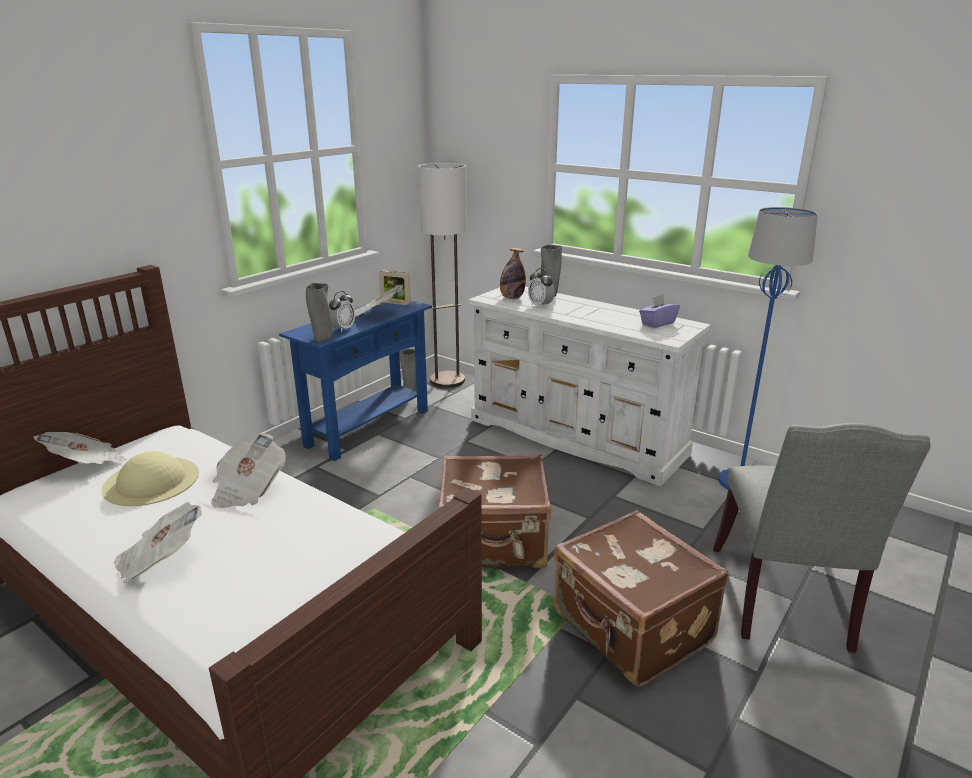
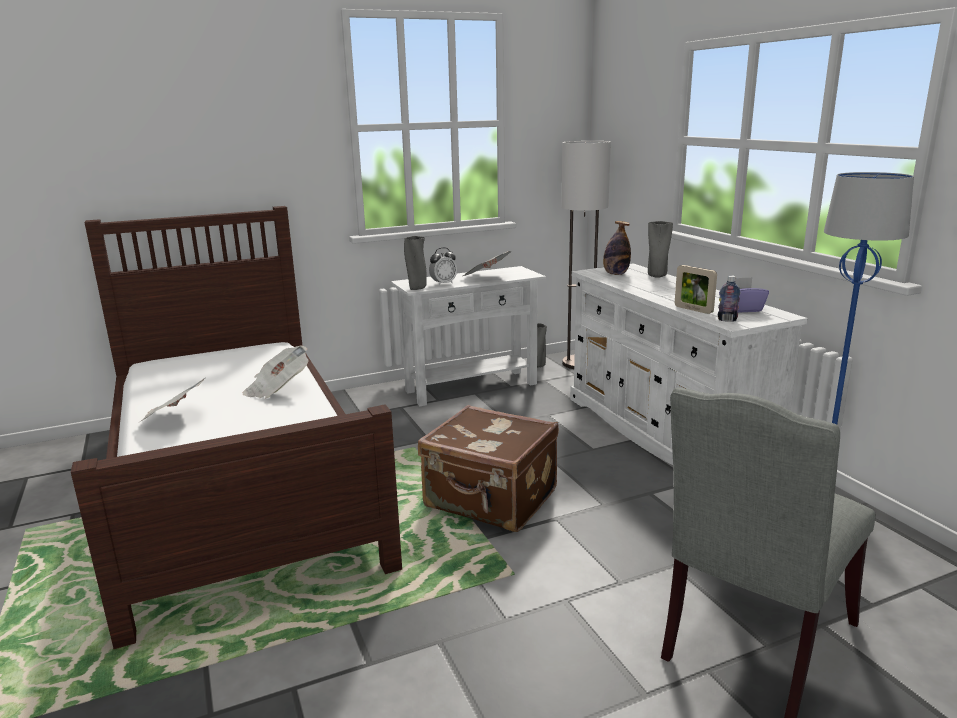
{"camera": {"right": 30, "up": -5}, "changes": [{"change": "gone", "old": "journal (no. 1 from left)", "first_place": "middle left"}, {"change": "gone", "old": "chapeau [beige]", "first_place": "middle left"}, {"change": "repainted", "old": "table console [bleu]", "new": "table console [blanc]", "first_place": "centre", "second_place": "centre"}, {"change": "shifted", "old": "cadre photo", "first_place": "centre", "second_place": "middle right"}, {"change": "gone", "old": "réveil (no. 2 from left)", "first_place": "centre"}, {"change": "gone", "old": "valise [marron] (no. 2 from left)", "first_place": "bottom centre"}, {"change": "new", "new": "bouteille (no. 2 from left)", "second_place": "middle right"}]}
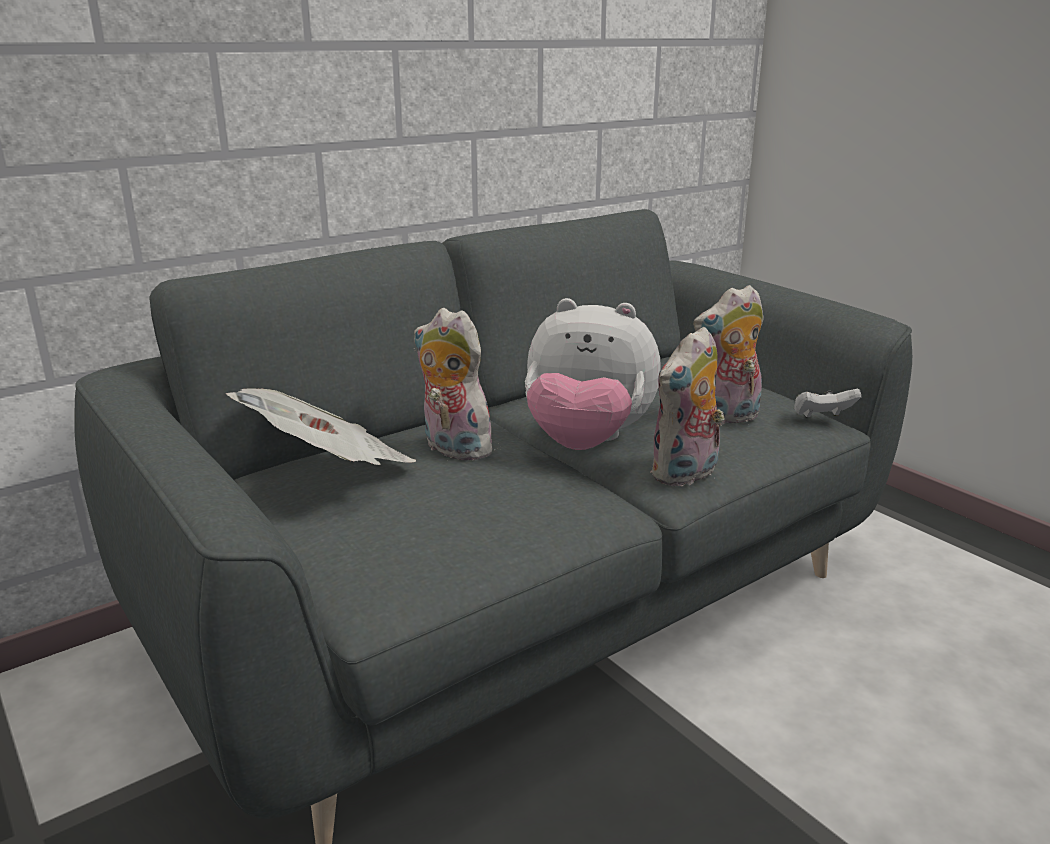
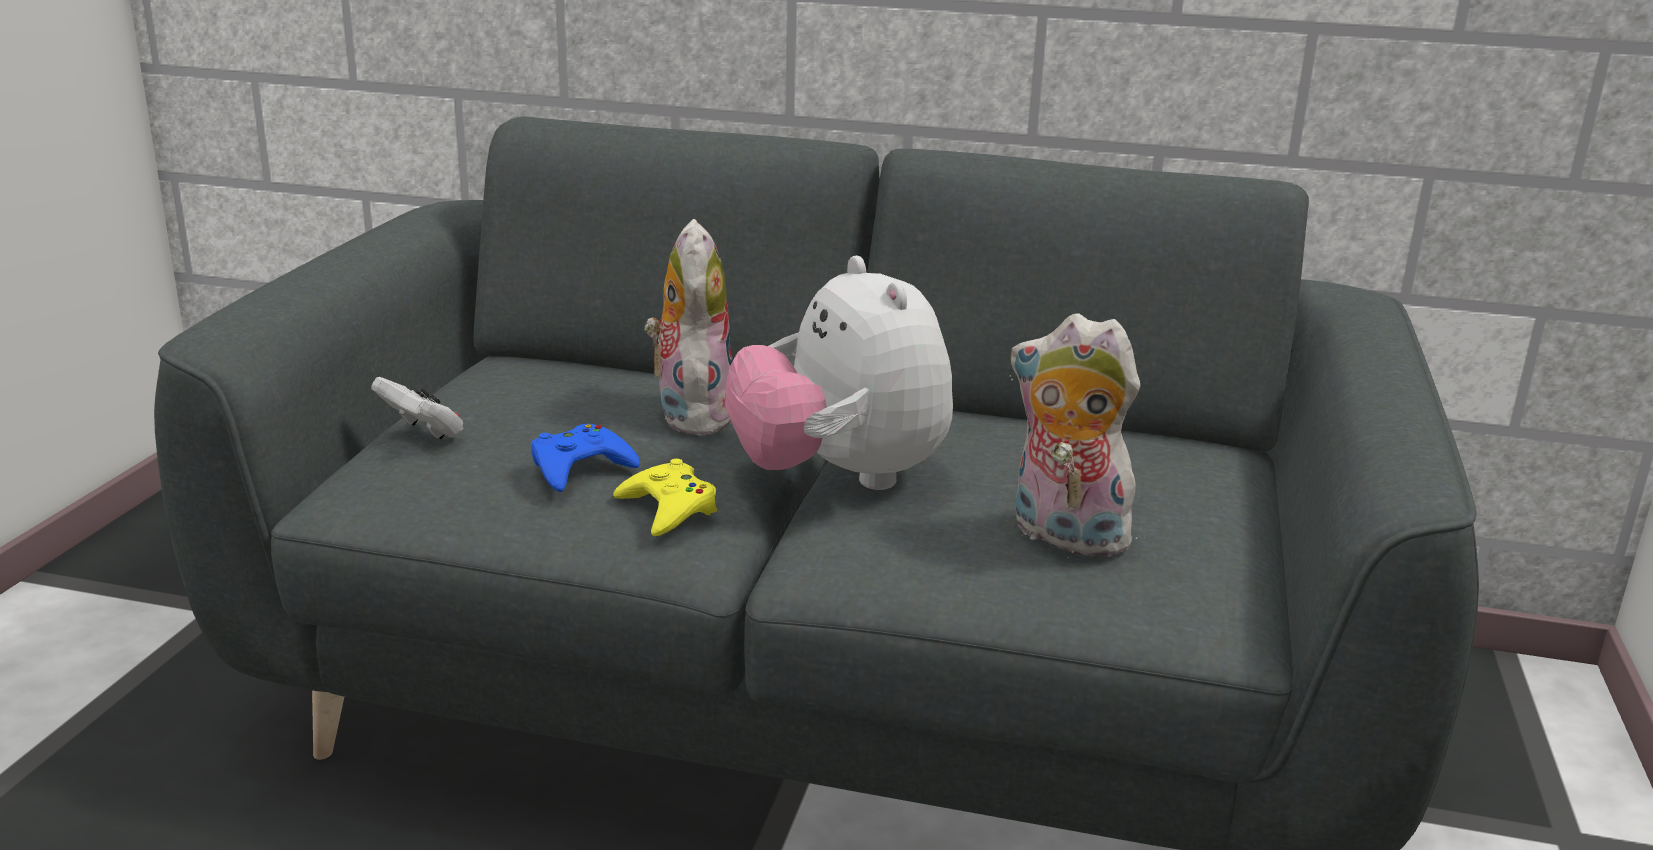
{"camera": {"right": 50, "up": 0}, "changes": [{"change": "gone", "old": "journal", "first_place": "middle left"}, {"change": "gone", "old": "peluche (no. 3 from left)", "first_place": "centre"}, {"change": "shifted", "old": "manette [blanc]", "first_place": "middle right", "second_place": "middle left"}, {"change": "new", "new": "manette [bleu]", "second_place": "centre"}, {"change": "new", "new": "manette [jaune]", "second_place": "centre"}]}
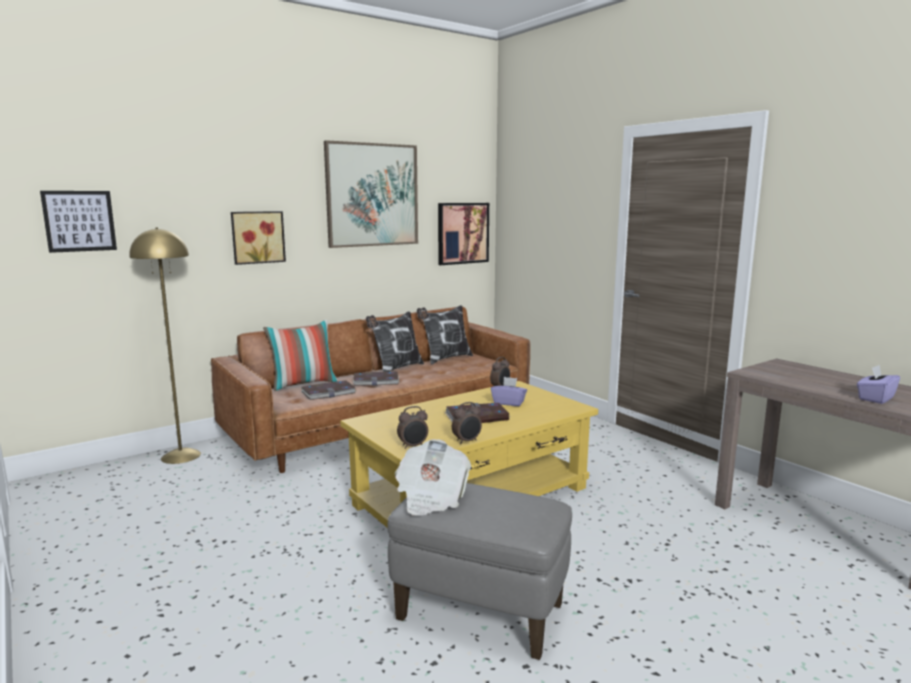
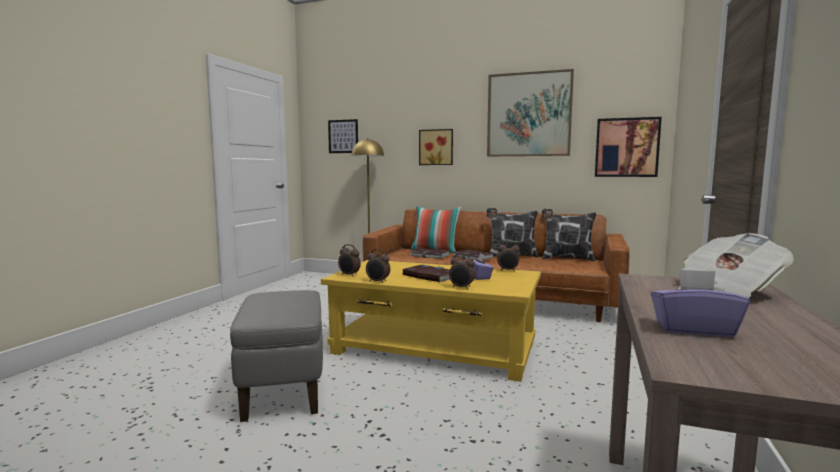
{"camera": {"right": 55, "up": -5}, "changes": [{"change": "shifted", "old": "journal", "first_place": "bottom centre", "second_place": "middle right"}, {"change": "new", "new": "réveil (no. 3 from left)", "second_place": "centre"}]}
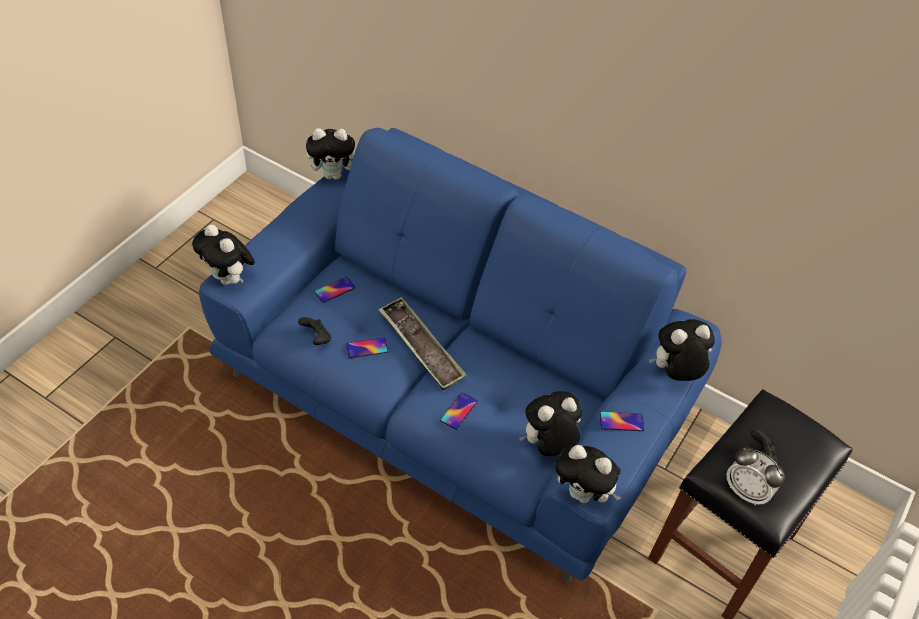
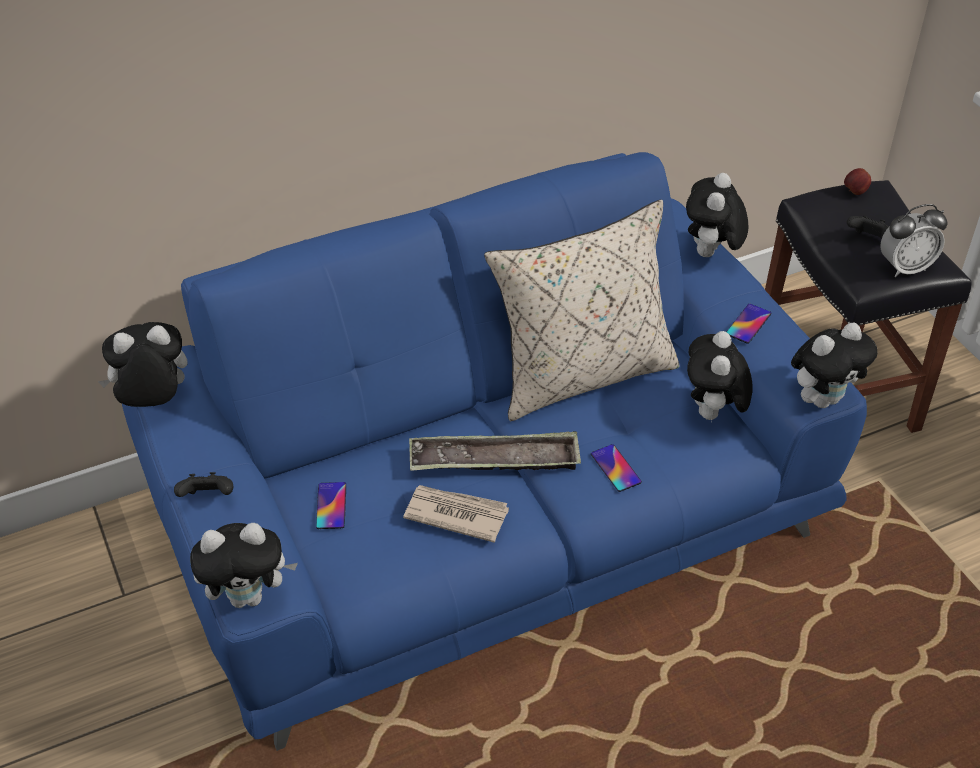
{"camera": {"right": -55, "up": -5}, "changes": [{"change": "shifted", "old": "manette [noir] (no. 1 from left)", "first_place": "centre", "second_place": "middle left"}, {"change": "rotated", "old": "peluche (no. 2 from left in the first image)", "first_place": "top centre", "second_place": "middle left", "degrees": -135}, {"change": "swapped", "old": "téléphone (no. 2 from left)", "new": "journal", "first_place": "centre", "second_place": "bottom centre"}, {"change": "new", "new": "coussin [beige]", "second_place": "centre"}, {"change": "new", "new": "pomme", "second_place": "top right"}]}
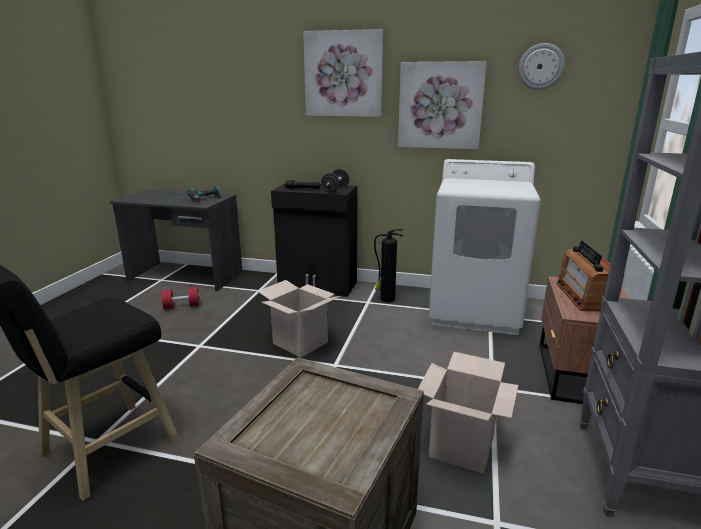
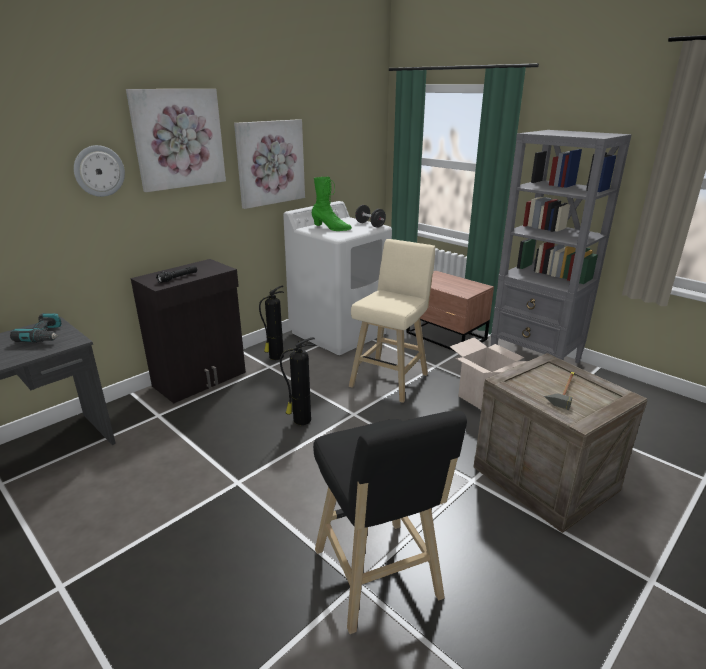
{"camera": {"right": -60, "up": 5}, "changes": [{"change": "gone", "old": "haltère [rouge]", "first_place": "middle left"}, {"change": "swapped", "old": "carton (no. 1 from left)", "new": "extincteur (no. 2 from left)", "first_place": "centre", "second_place": "centre"}, {"change": "shifted", "old": "haltère [noir]", "first_place": "centre", "second_place": "top centre"}, {"change": "shifted", "old": "horloge murale", "first_place": "top right", "second_place": "top left"}, {"change": "gone", "old": "radio", "first_place": "middle right"}, {"change": "new", "new": "botte [vert]", "second_place": "top centre"}, {"change": "new", "new": "tabouret [beige]", "second_place": "centre"}, {"change": "new", "new": "marteau", "second_place": "middle right"}]}
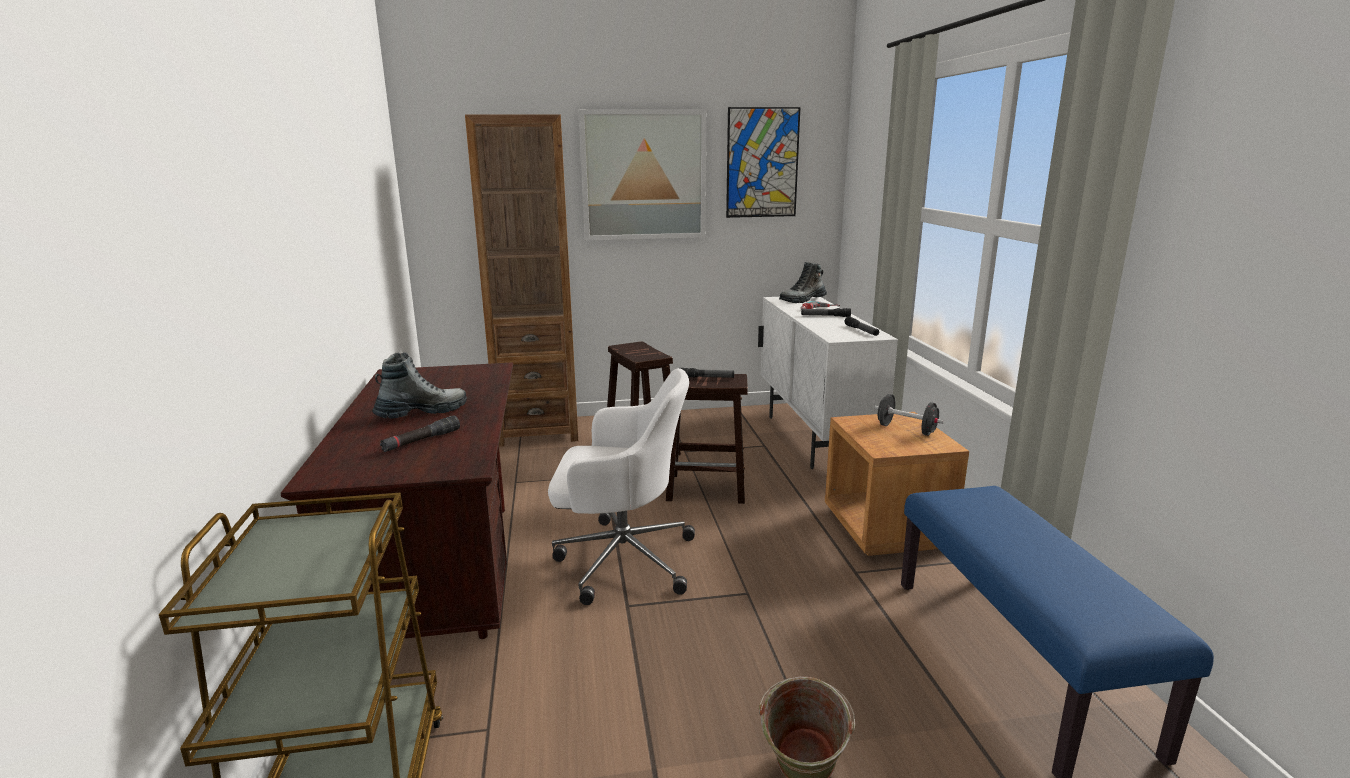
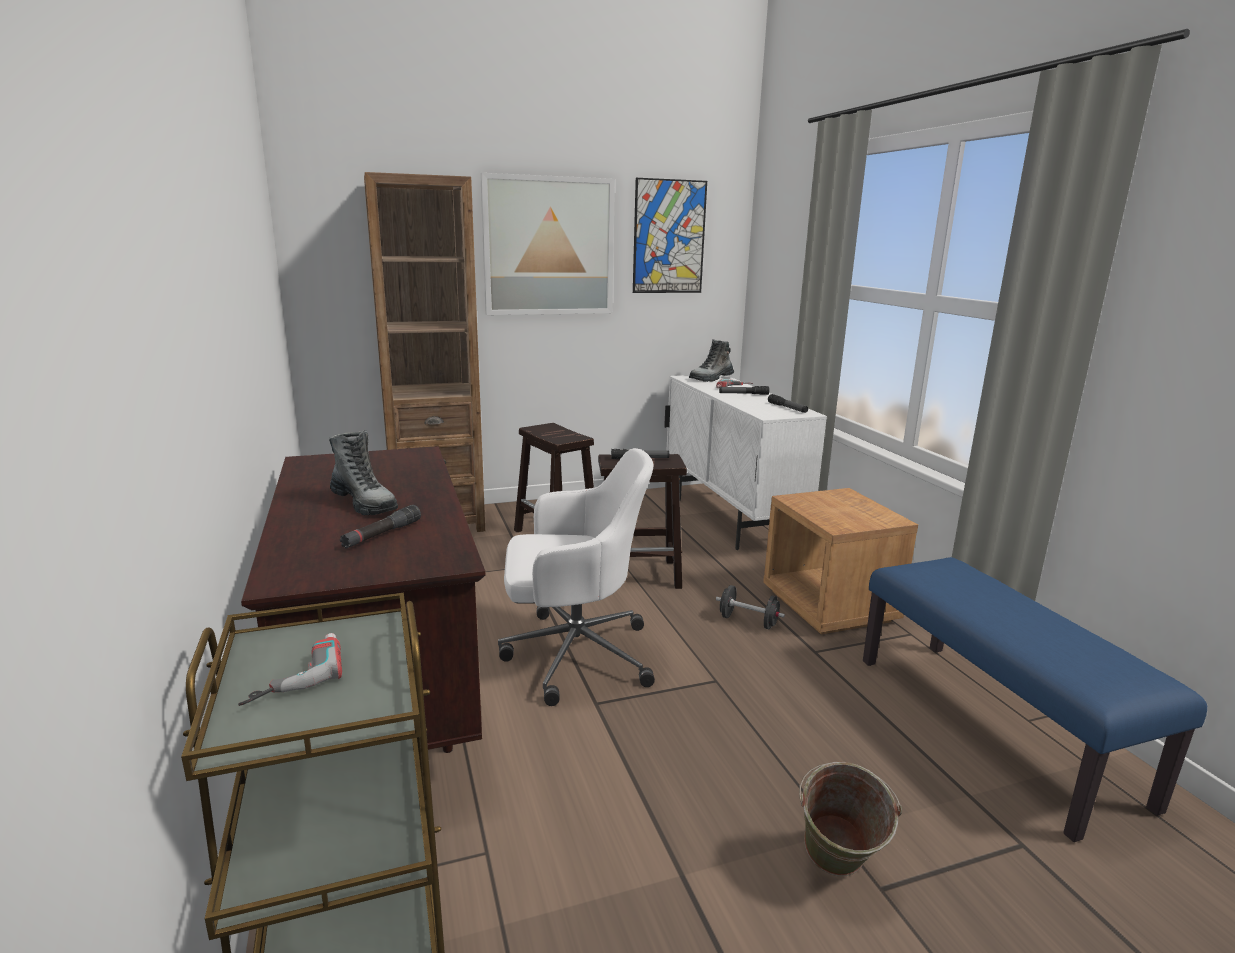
{"camera": {"right": -10, "up": 0}, "changes": [{"change": "rotated", "old": "botte (no. 1 from left)", "first_place": "middle left", "second_place": "middle left", "degrees": 90}, {"change": "shifted", "old": "haltère [noir]", "first_place": "middle right", "second_place": "centre"}, {"change": "new", "new": "perceuse (no. 1 from left)", "second_place": "bottom left"}]}
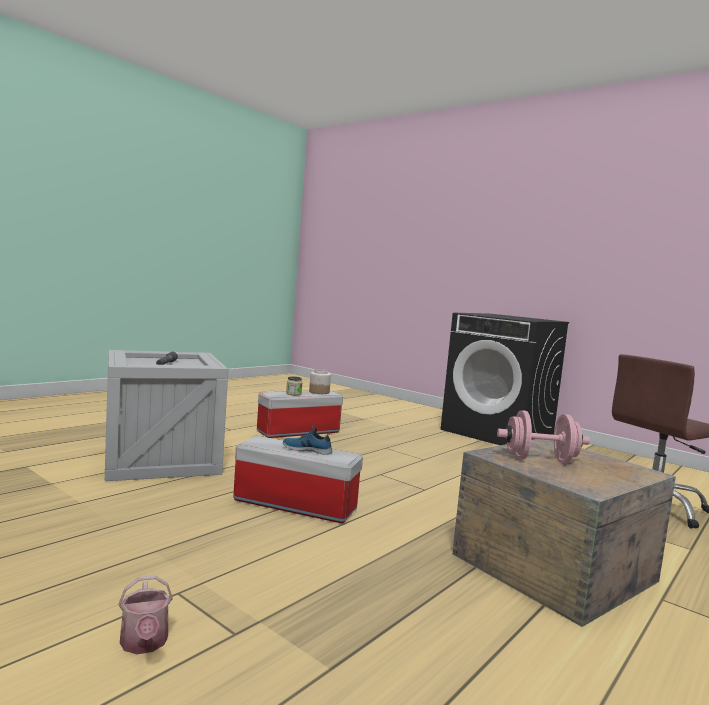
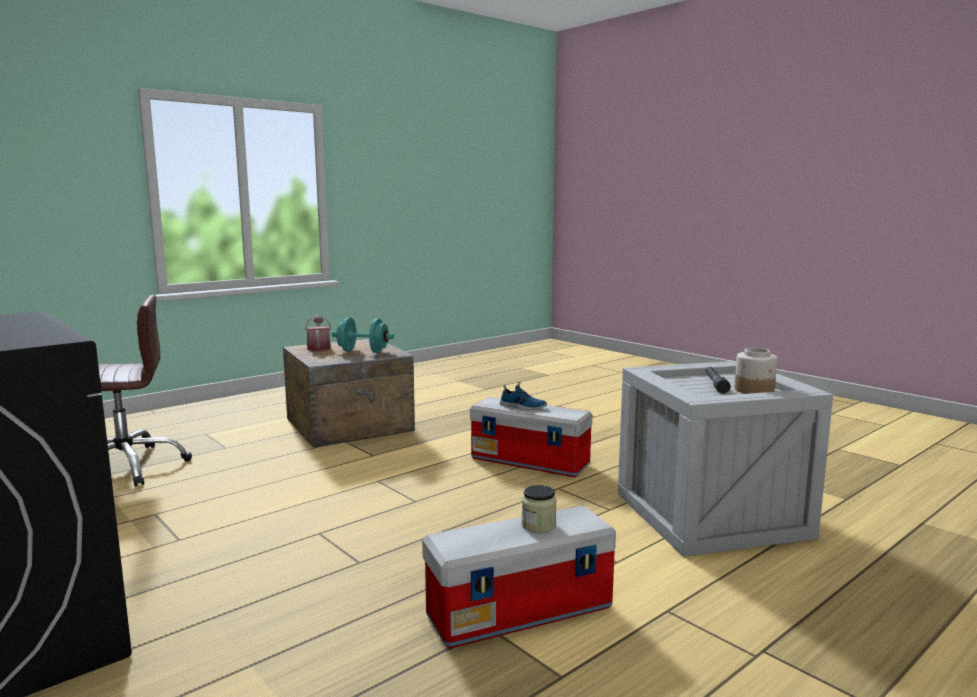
{"camera": {"right": -170, "up": 5}, "changes": [{"change": "shifted", "old": "arrosoir", "first_place": "bottom left", "second_place": "middle left"}, {"change": "shifted", "old": "bocal (no. 2 from left)", "first_place": "centre", "second_place": "middle right"}, {"change": "repainted", "old": "haltère [rose]", "new": "haltère [turquoise]", "first_place": "middle right", "second_place": "centre"}]}
